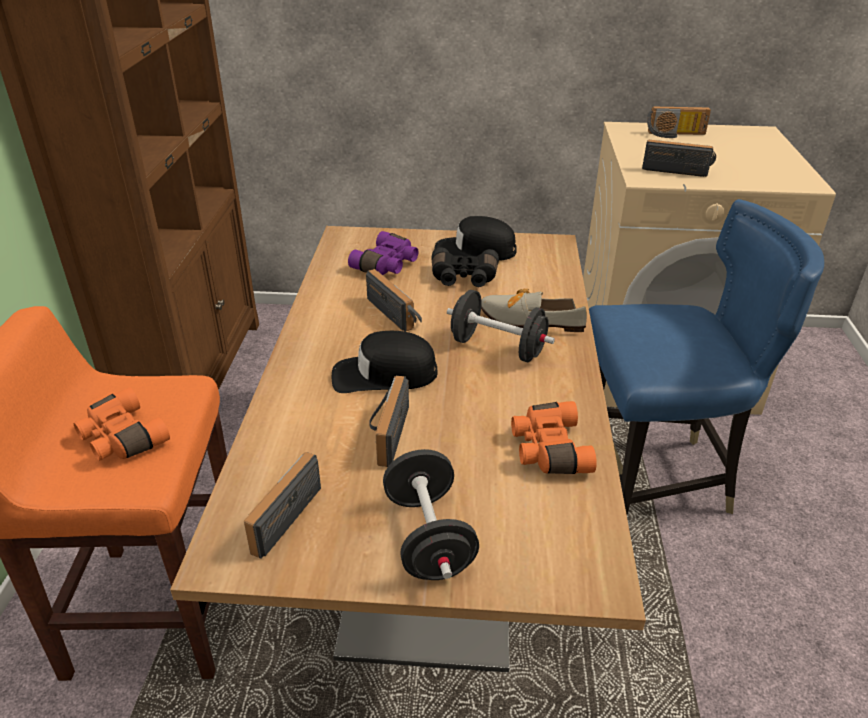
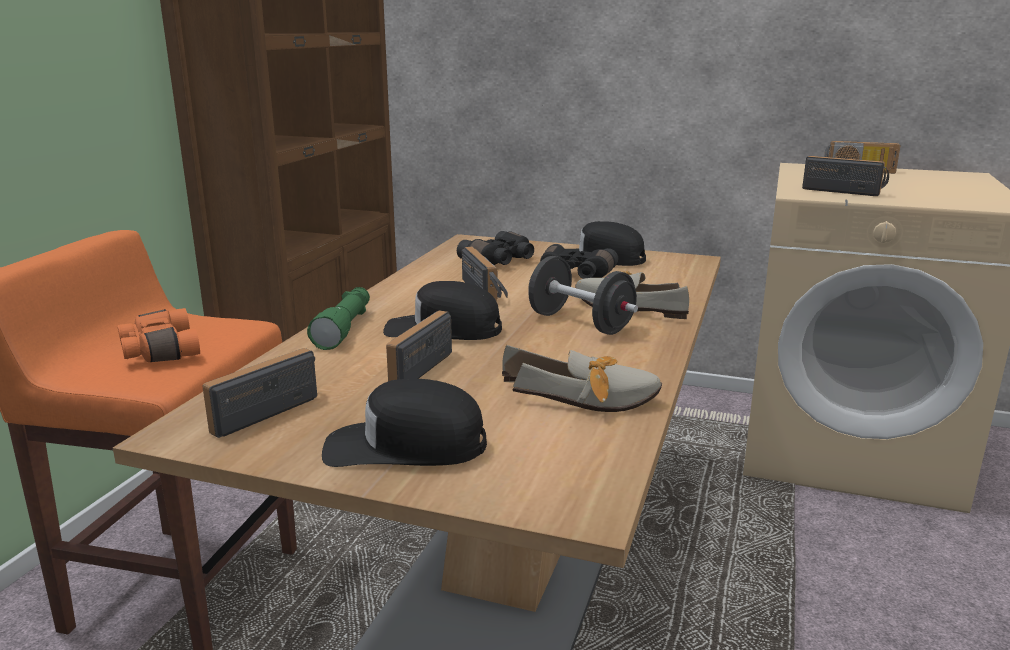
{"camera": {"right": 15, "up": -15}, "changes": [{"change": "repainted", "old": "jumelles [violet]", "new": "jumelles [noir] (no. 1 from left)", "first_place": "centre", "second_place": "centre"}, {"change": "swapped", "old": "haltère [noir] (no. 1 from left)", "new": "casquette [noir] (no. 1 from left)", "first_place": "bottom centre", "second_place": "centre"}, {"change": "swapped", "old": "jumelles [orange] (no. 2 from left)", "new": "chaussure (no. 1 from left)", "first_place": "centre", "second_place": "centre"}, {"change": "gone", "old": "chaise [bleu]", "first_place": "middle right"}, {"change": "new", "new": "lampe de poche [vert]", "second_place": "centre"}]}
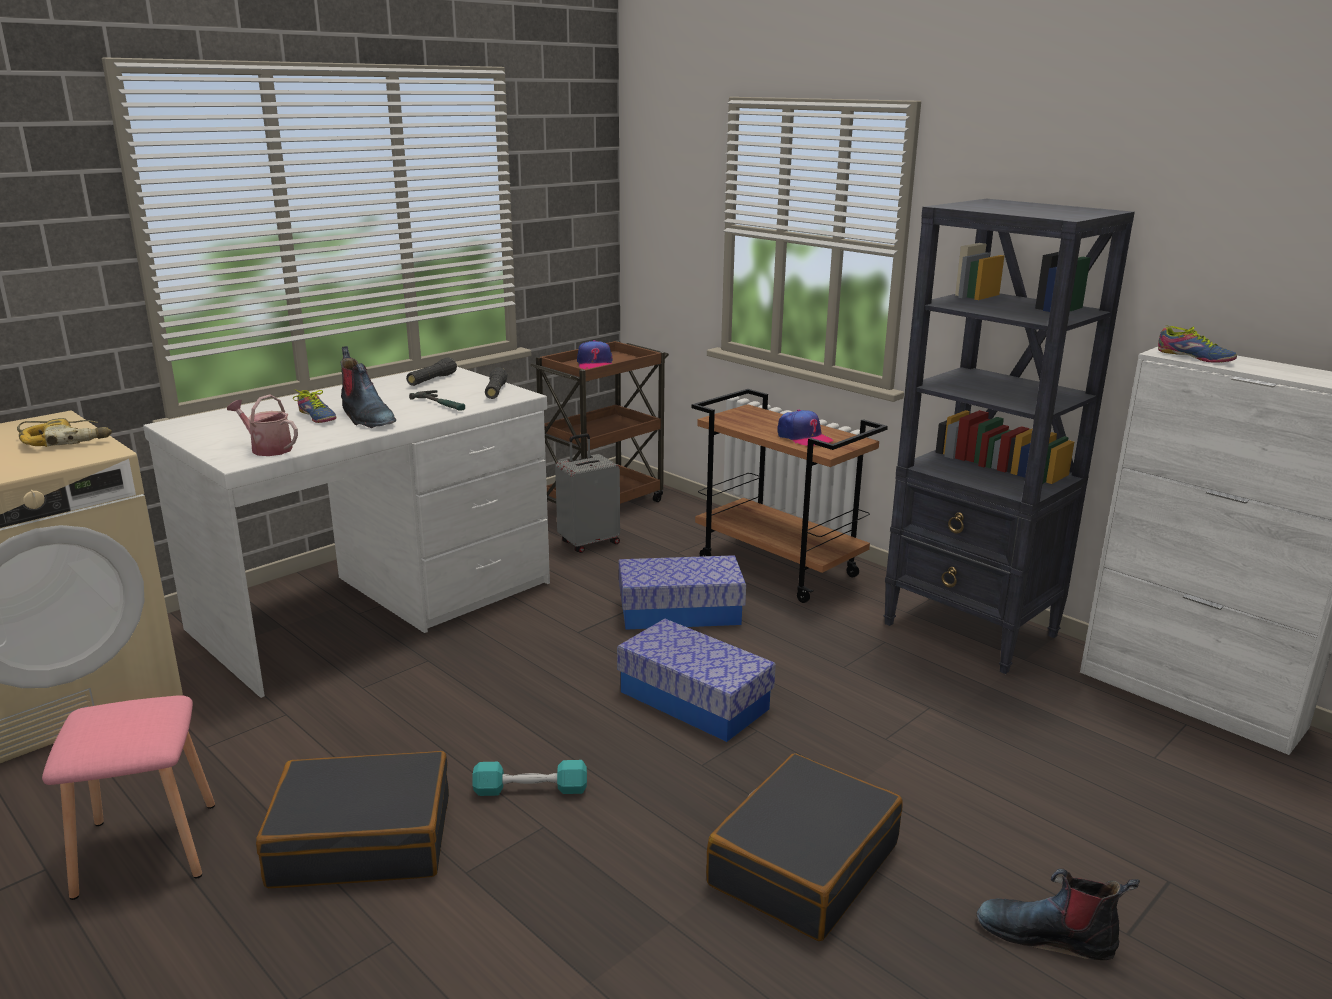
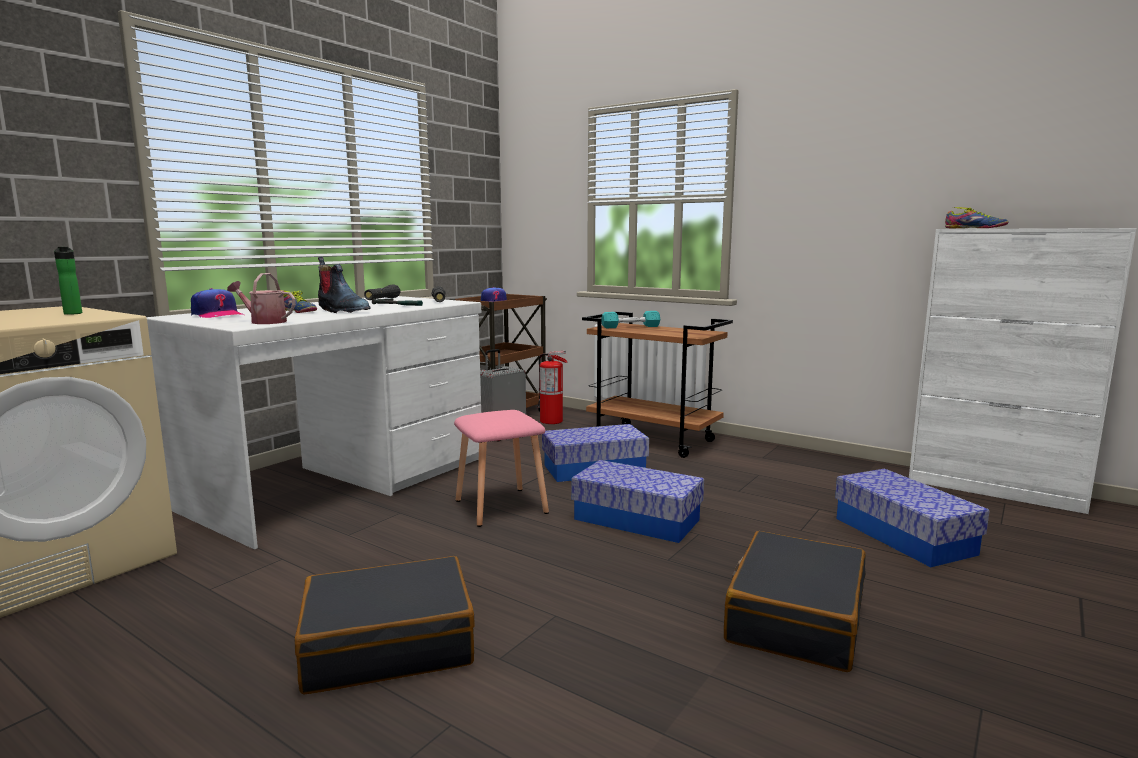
{"camera": {"right": -10, "up": -10}, "changes": [{"change": "swapped", "old": "perceuse", "new": "bouteille", "first_place": "middle left", "second_place": "middle left"}, {"change": "shifted", "old": "tabouret [rose]", "first_place": "bottom left", "second_place": "centre"}, {"change": "shifted", "old": "haltère [turquoise]", "first_place": "bottom centre", "second_place": "centre"}, {"change": "shifted", "old": "casquette (no. 2 from left in the first image)", "new": "casquette (no. 1 from left)", "first_place": "centre", "second_place": "middle left"}, {"change": "gone", "old": "bibliothèque [noir]", "first_place": "middle right"}, {"change": "gone", "old": "botte (no. 2 from left)", "first_place": "bottom right"}, {"change": "new", "new": "extincteur", "second_place": "centre"}, {"change": "new", "new": "boîte de rangement (no. 3 from left)", "second_place": "bottom right"}]}
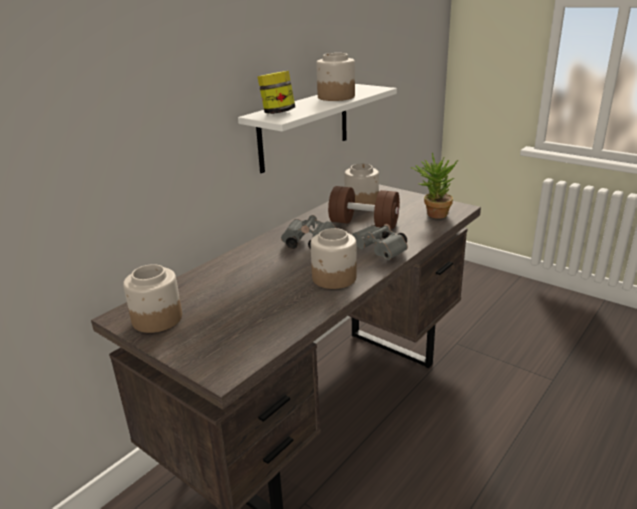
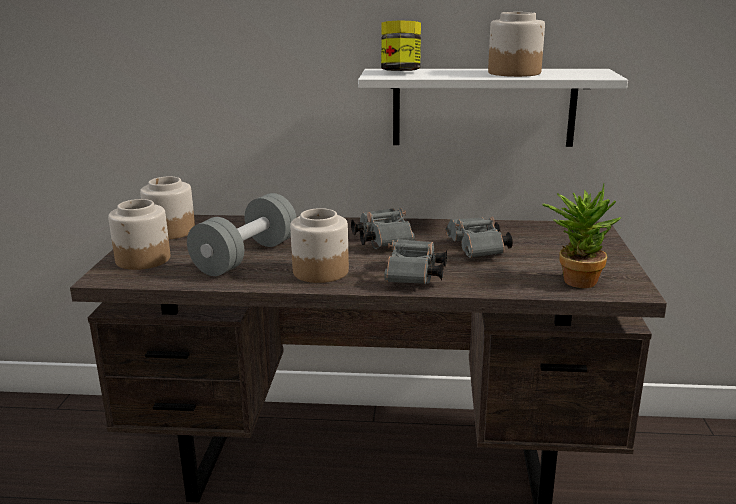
{"camera": {"right": 55, "up": -5}, "changes": [{"change": "swapped", "old": "haltère [marron]", "new": "jumelles [gris] (no. 3 from left)", "first_place": "centre", "second_place": "centre"}, {"change": "shifted", "old": "bocal (no. 5 from left in the first image)", "new": "bocal (no. 1 from left)", "first_place": "centre", "second_place": "middle left"}, {"change": "new", "new": "haltère [gris]", "second_place": "middle left"}]}
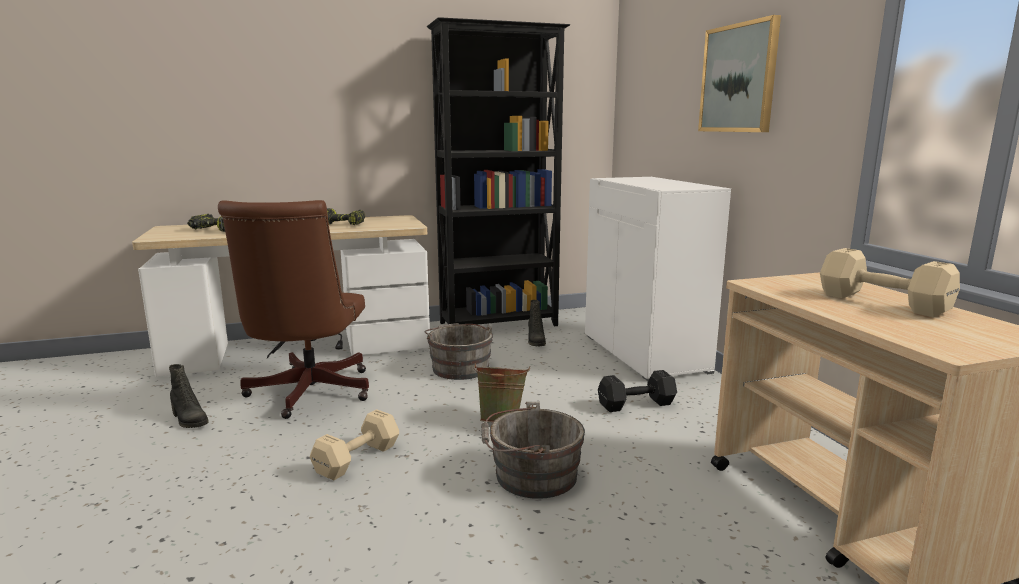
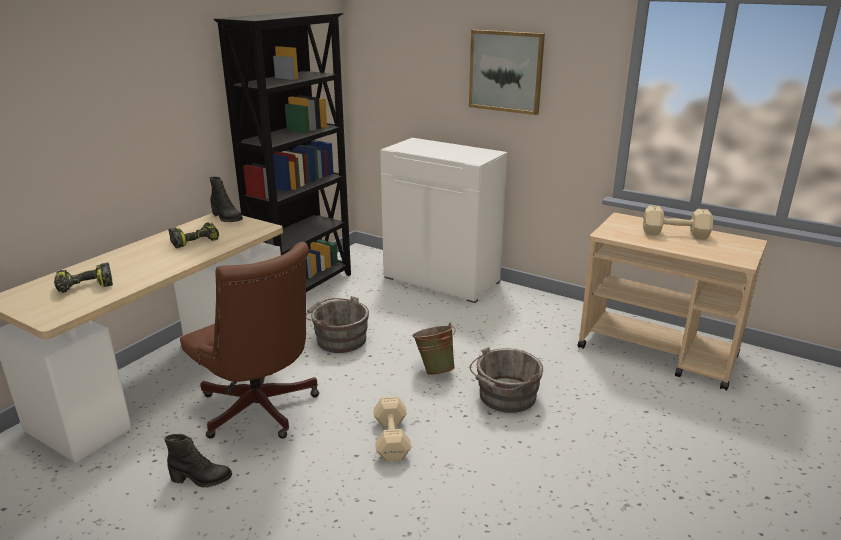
{"camera": {"right": -40, "up": 10}, "changes": [{"change": "shifted", "old": "botte [noir] (no. 2 from left)", "first_place": "centre", "second_place": "middle left"}, {"change": "gone", "old": "haltère [noir]", "first_place": "bottom centre"}]}
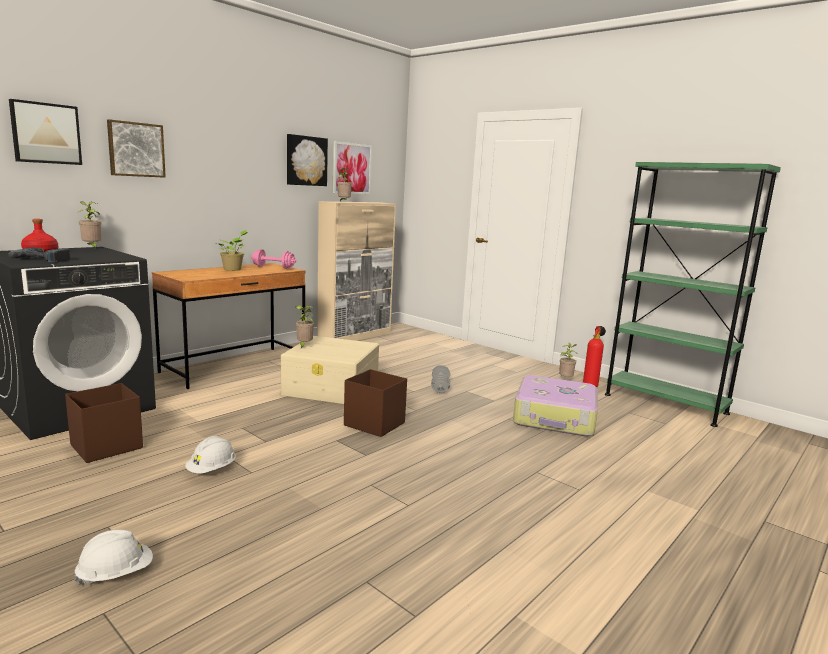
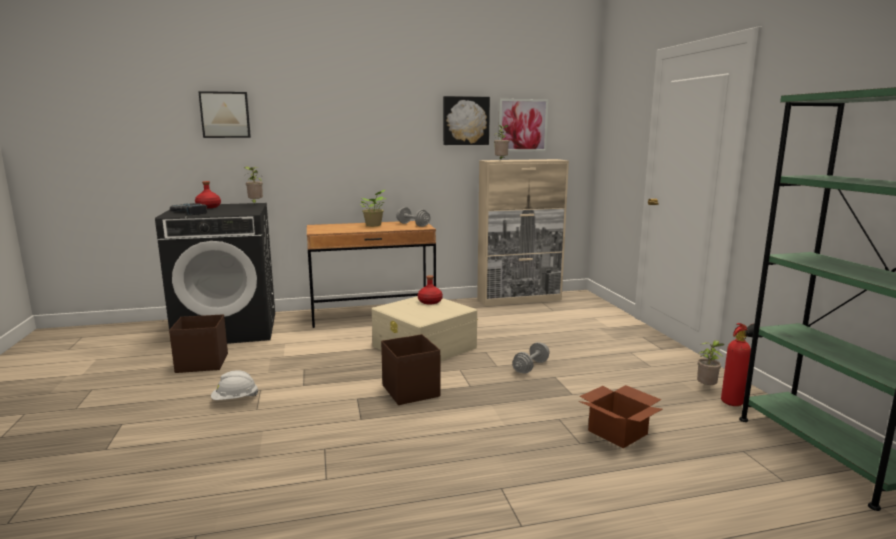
{"camera": {"right": 35, "up": 0}, "changes": [{"change": "gone", "old": "casque de chantier [blanc] (no. 1 from left)", "first_place": "bottom left"}, {"change": "gone", "old": "tableau (no. 2 from left)", "first_place": "top left"}, {"change": "repainted", "old": "haltère [rose]", "new": "haltère [gris] (no. 1 from left)", "first_place": "middle left", "second_place": "centre"}, {"change": "gone", "old": "plante en pot (no. 3 from left)", "first_place": "centre"}, {"change": "swapped", "old": "valise", "new": "carton", "first_place": "middle right", "second_place": "bottom right"}, {"change": "new", "new": "bouteille [rouge] (no. 2 from left)", "second_place": "centre"}]}
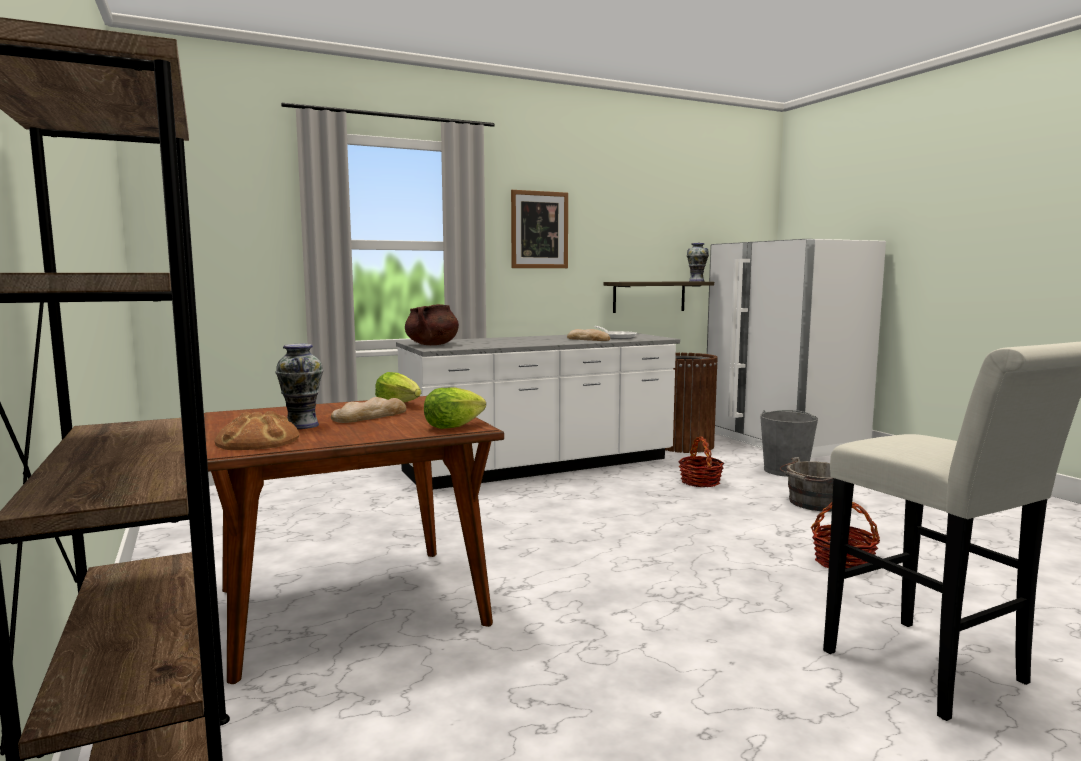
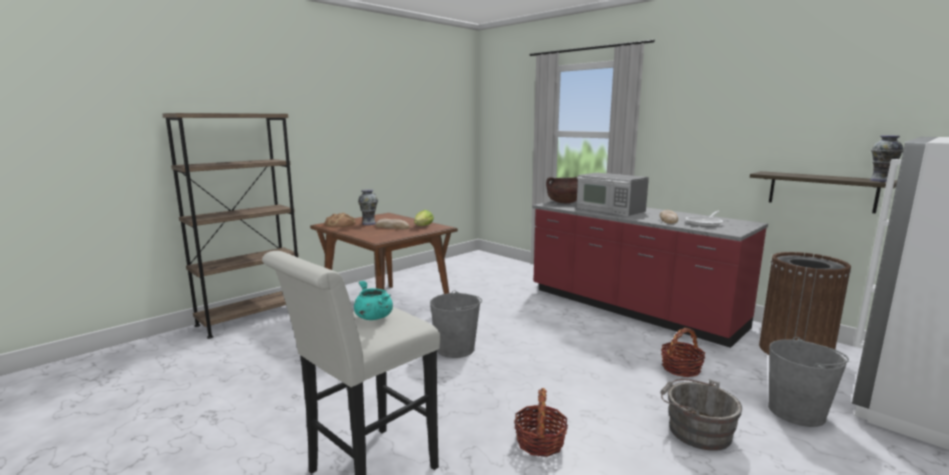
{"camera": {"right": 70, "up": 5}, "changes": [{"change": "repainted", "old": "comptoir de cuisine [blanc]", "new": "comptoir de cuisine [rouge]", "first_place": "centre", "second_place": "middle right"}, {"change": "gone", "old": "laitue (no. 2 from left)", "first_place": "centre"}, {"change": "gone", "old": "tableau", "first_place": "top centre"}, {"change": "new", "new": "marmite [turquoise]", "second_place": "centre"}, {"change": "new", "new": "seau [gris] (no. 1 from left)", "second_place": "bottom centre"}, {"change": "new", "new": "micro-ondes", "second_place": "centre"}]}
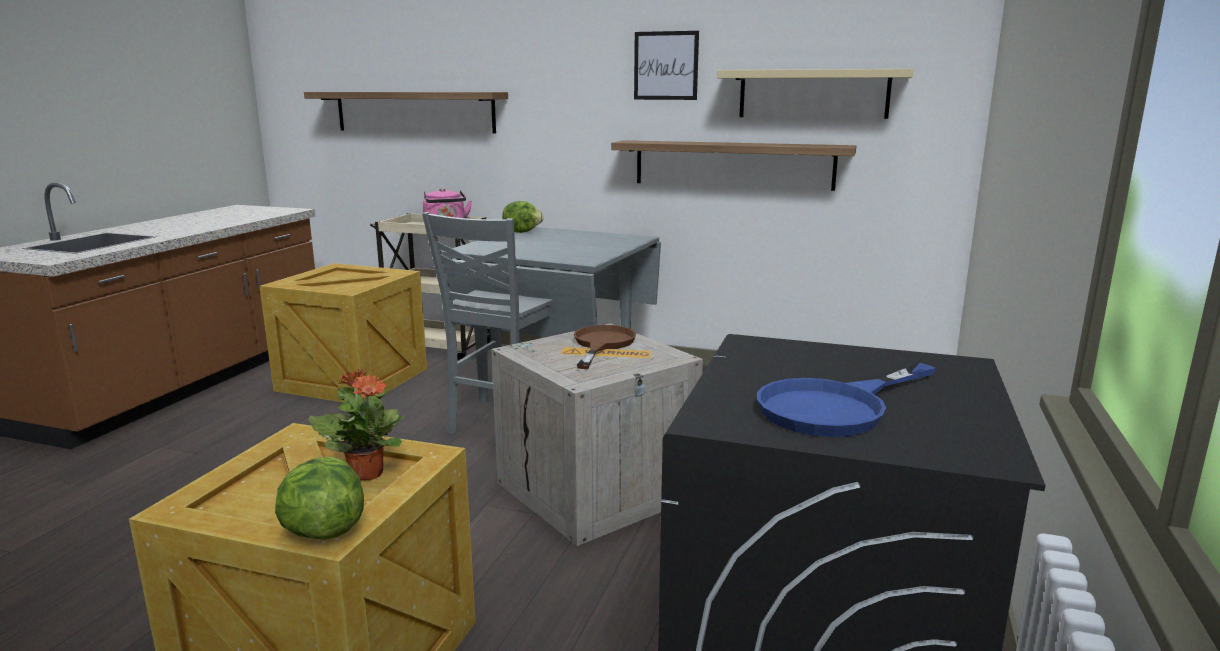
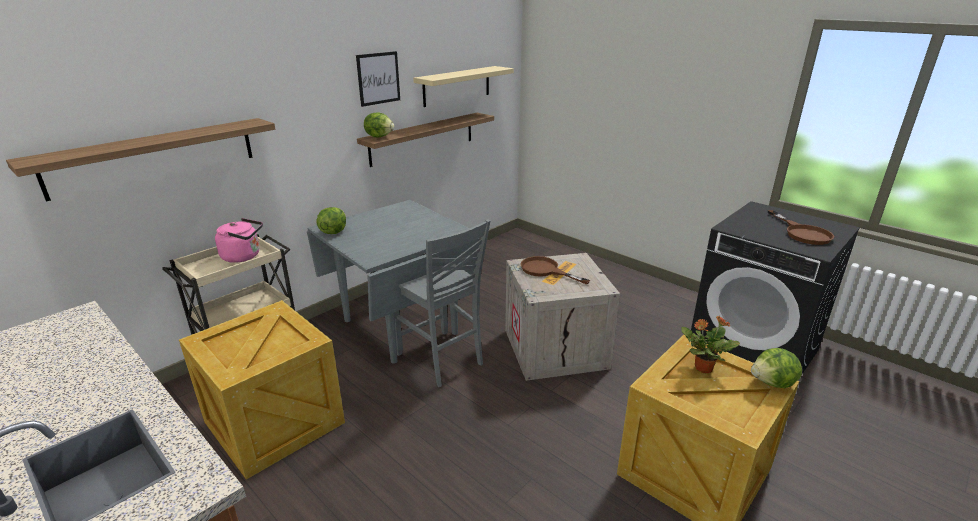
{"camera": {"right": -65, "up": 10}, "changes": [{"change": "repainted", "old": "poêle [bleu]", "new": "poêle [marron] (no. 2 from left)", "first_place": "middle right", "second_place": "middle right"}, {"change": "new", "new": "laitue (no. 2 from left)", "second_place": "top centre"}]}
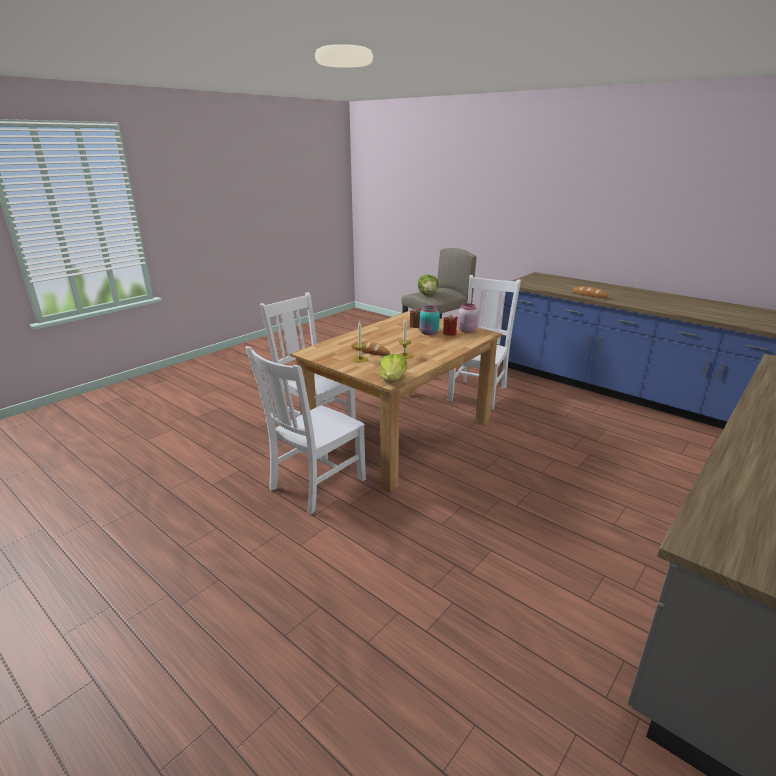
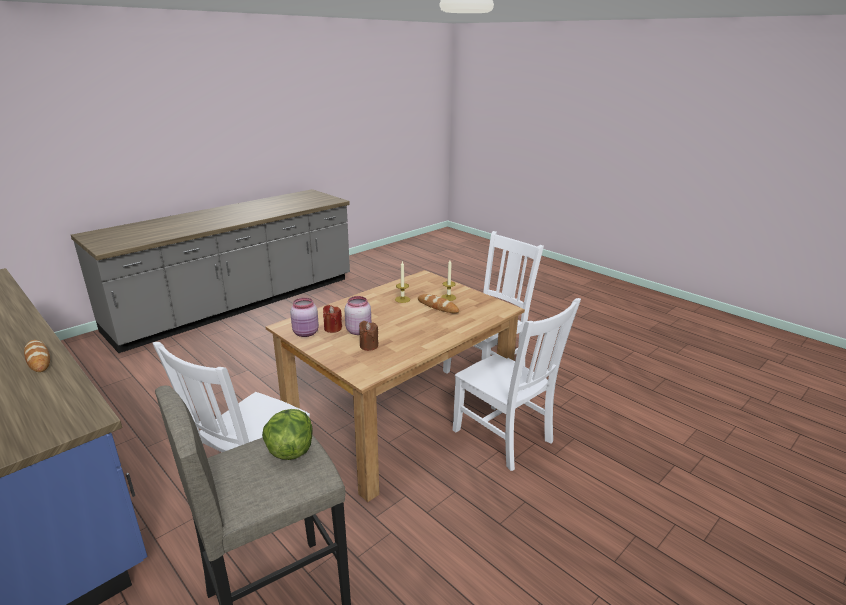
{"camera": {"right": -175, "up": 0}, "changes": [{"change": "gone", "old": "laitue (no. 1 from left)", "first_place": "centre"}, {"change": "repainted", "old": "bocal [turquoise]", "new": "bocal [rose] (no. 2 from left)", "first_place": "centre", "second_place": "centre"}]}
